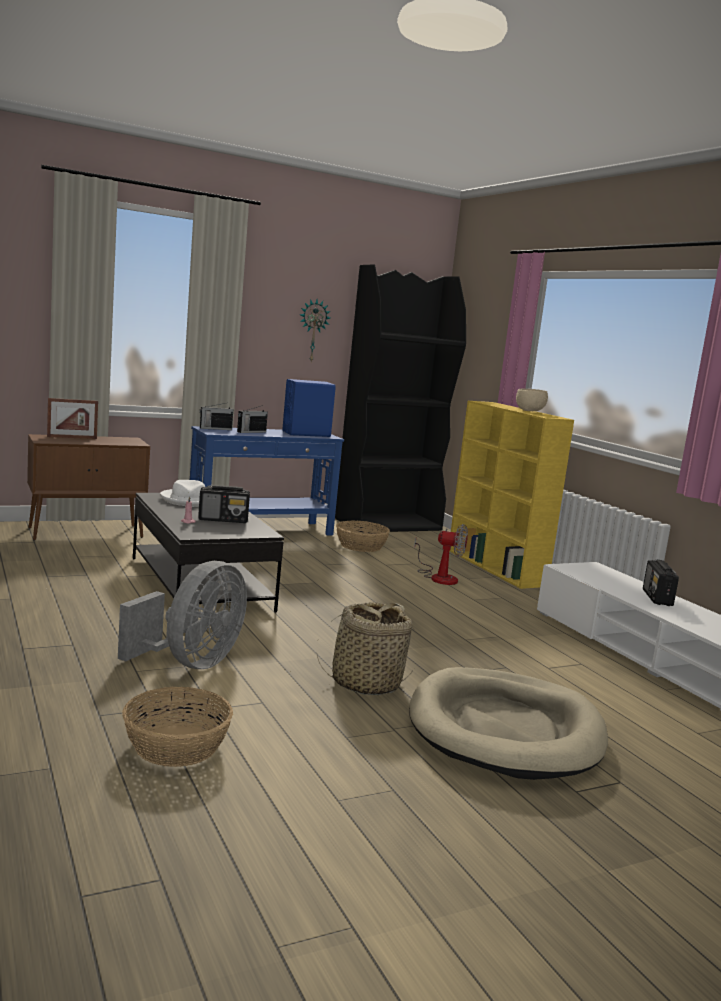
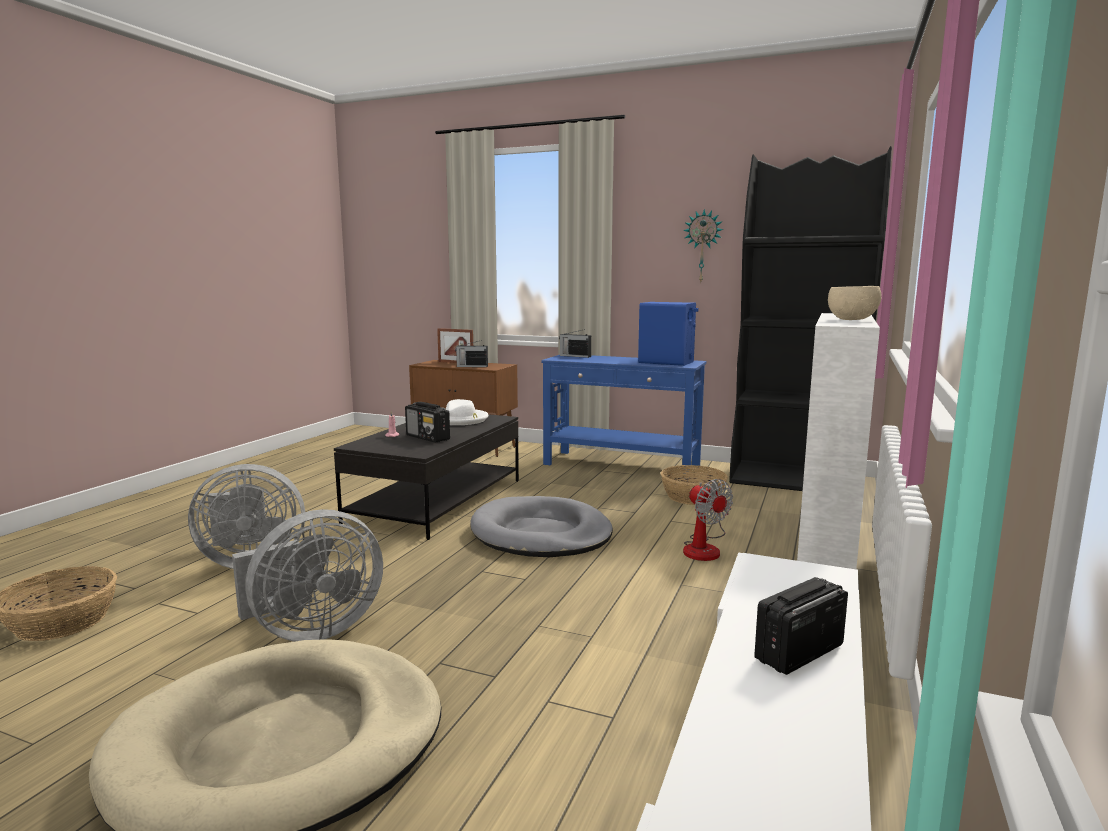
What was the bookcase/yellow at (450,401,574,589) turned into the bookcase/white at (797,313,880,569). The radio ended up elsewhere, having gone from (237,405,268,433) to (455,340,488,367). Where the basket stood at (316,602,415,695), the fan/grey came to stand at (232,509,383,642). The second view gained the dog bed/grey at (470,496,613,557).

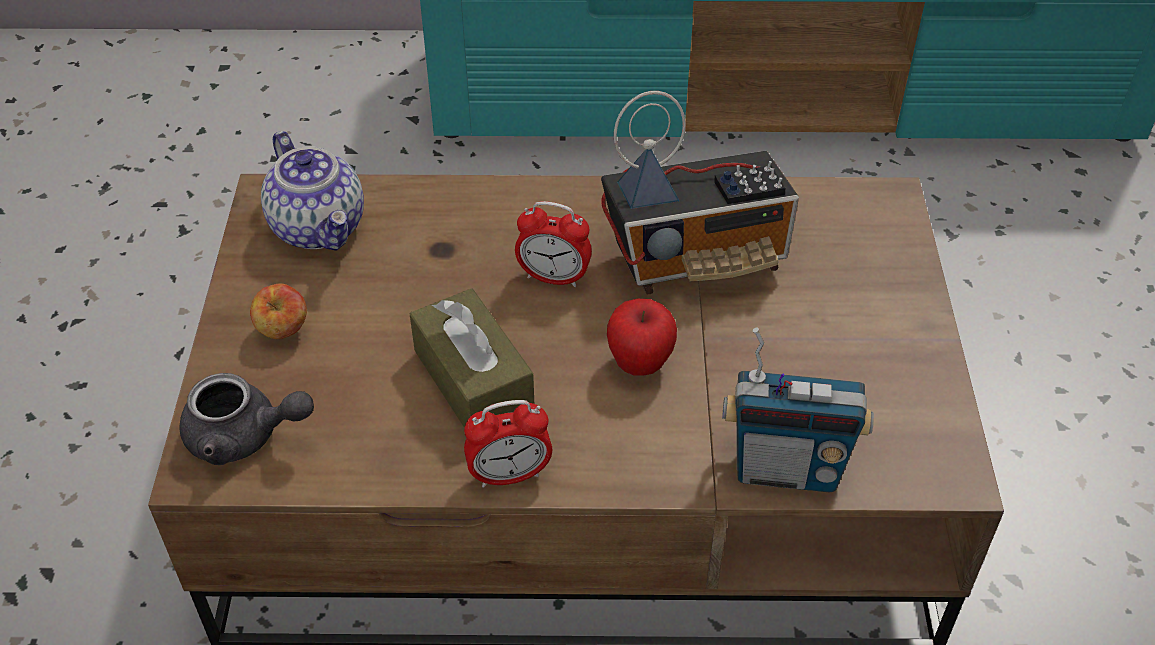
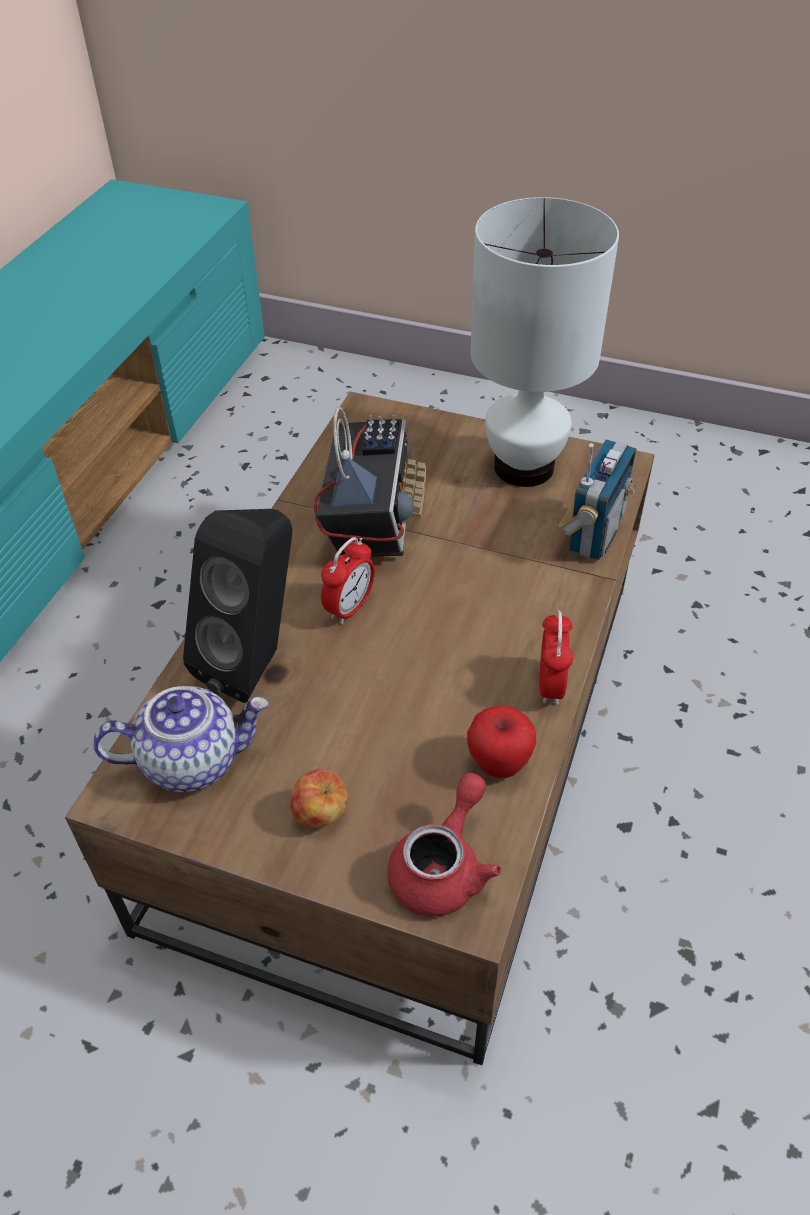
The second view lost the tissue box/brown at (410,288,534,427). The apple ended up elsewhere, having gone from (607,299,677,376) to (467,706,536,779). What was the teapot/grey at (179,373,314,465) turned into the teapot/red at (387,773,502,917). The second view gained the table lamp/white at (470,197,619,487). The second view gained the speaker/black at (183,509,292,703).

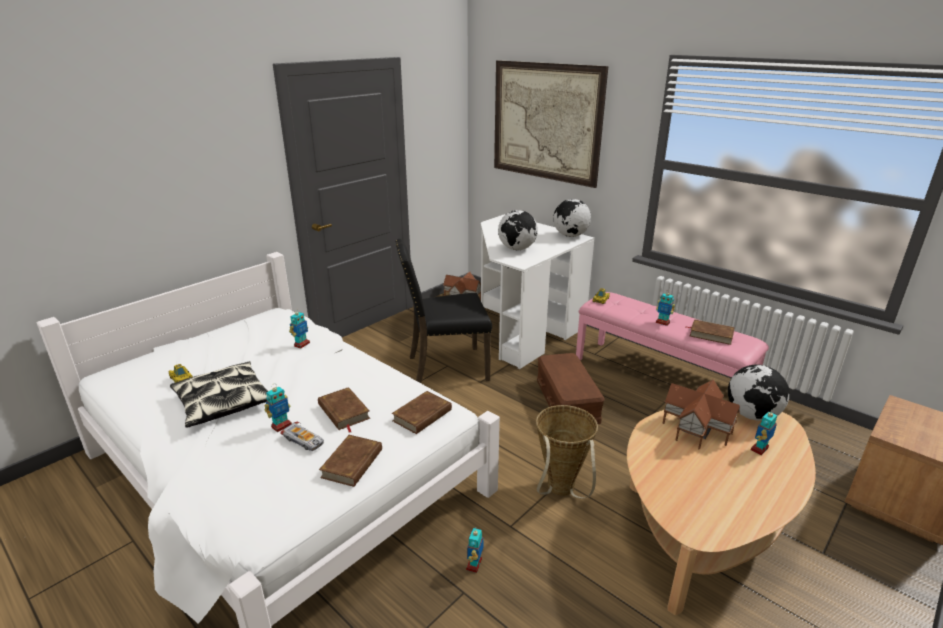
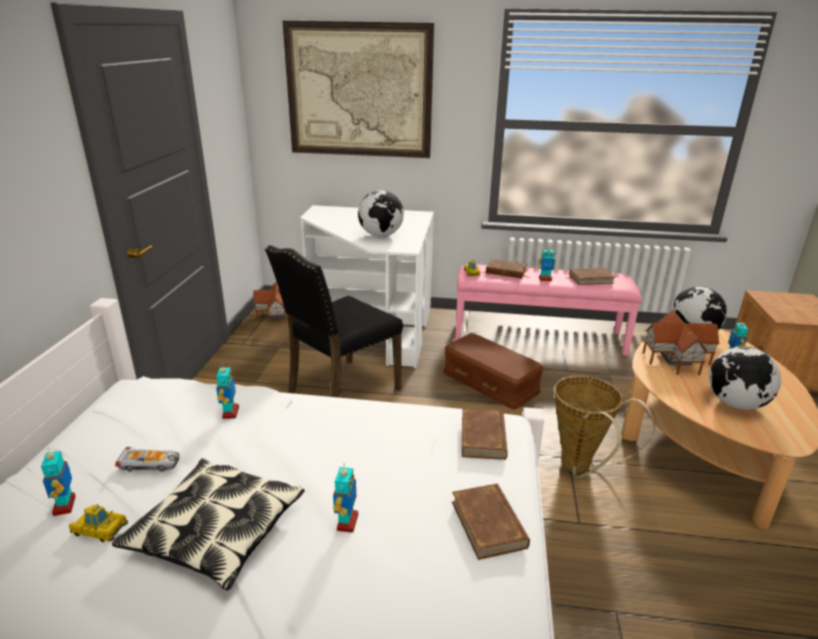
The globe ended up elsewhere, having gone from (553,199,591,237) to (709,347,781,410). The book/brown ended up elsewhere, having gone from (318,387,370,433) to (486,259,529,278). The toy car ended up elsewhere, having gone from (280,421,324,451) to (115,447,179,472). The toy robot ended up elsewhere, having gone from (466,528,484,573) to (41,448,76,516).

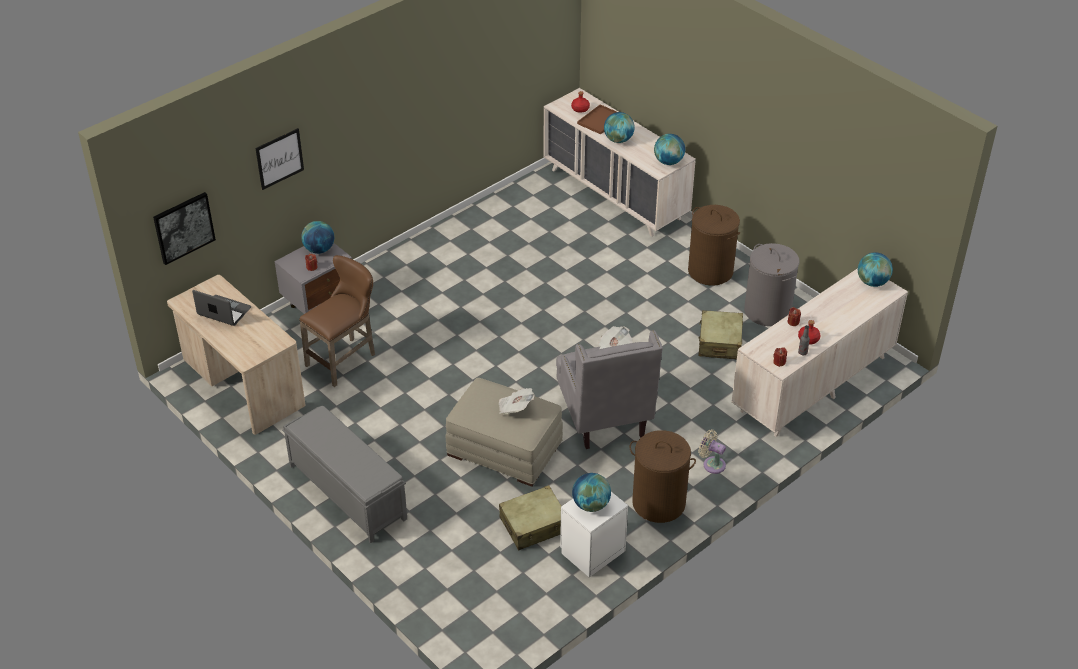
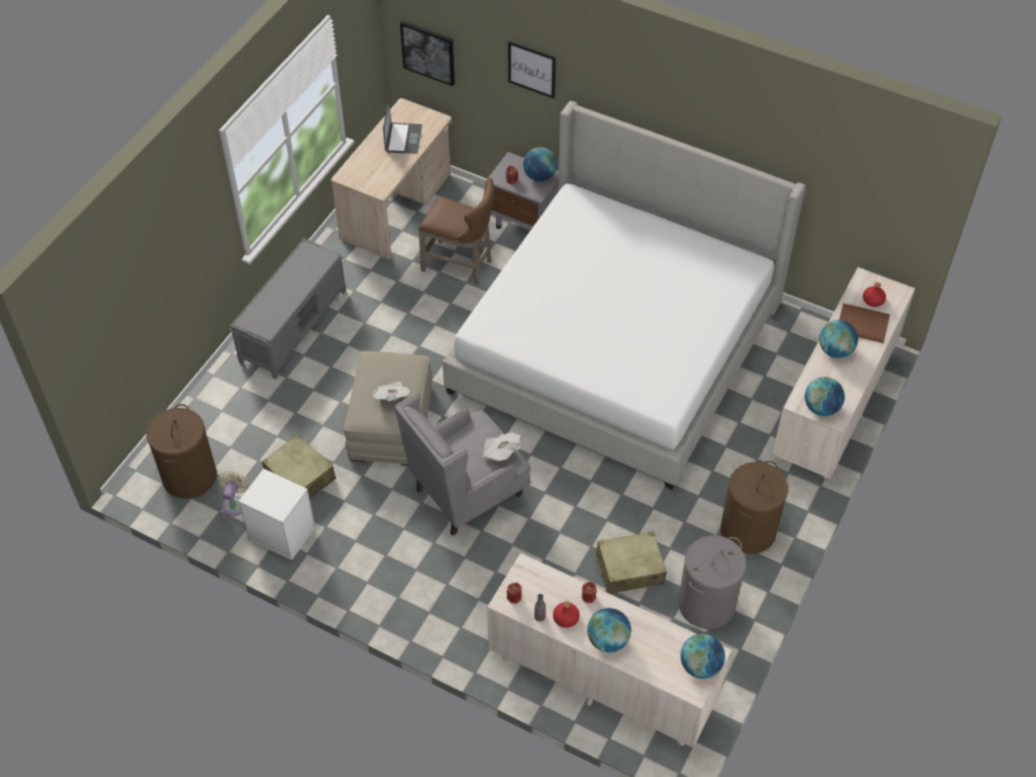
The laundry basket/brown ended up elsewhere, having gone from (629,430,696,523) to (146,404,217,499). The fan/beige ended up elsewhere, having gone from (698,430,726,474) to (218,471,249,516). The globe ended up elsewhere, having gone from (572,473,611,512) to (587,608,631,652). The second view gained the bed at (443,101,806,490).

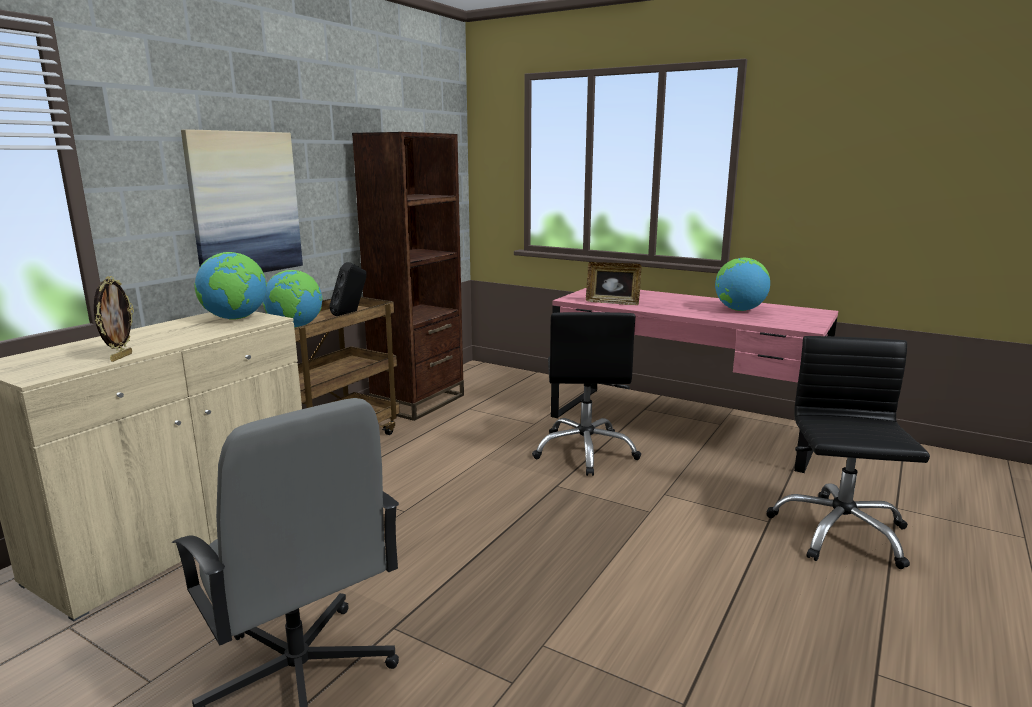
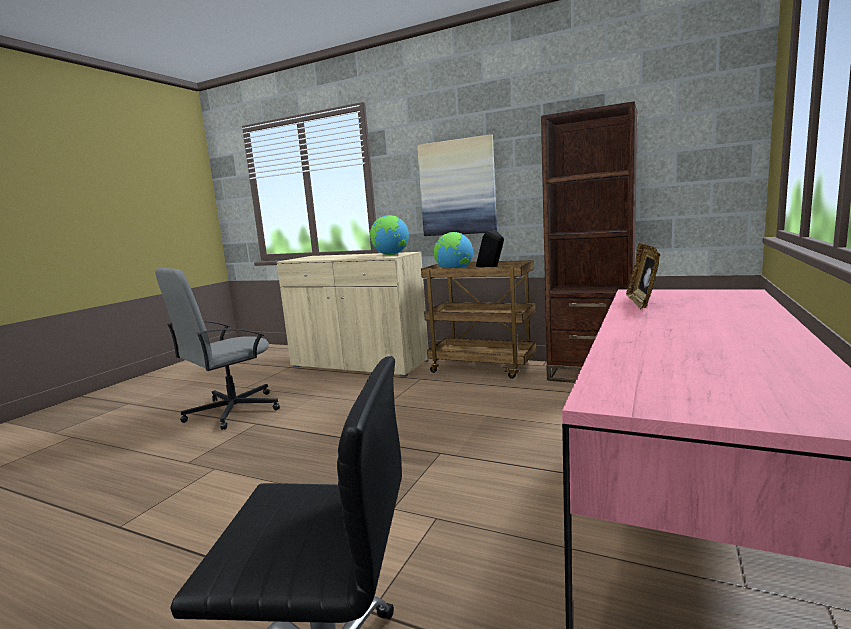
The second view lost the globe at (715,258,770,311). The second view lost the picture frame at (94,276,134,362). The second view lost the office chair/black at (532,312,641,476).

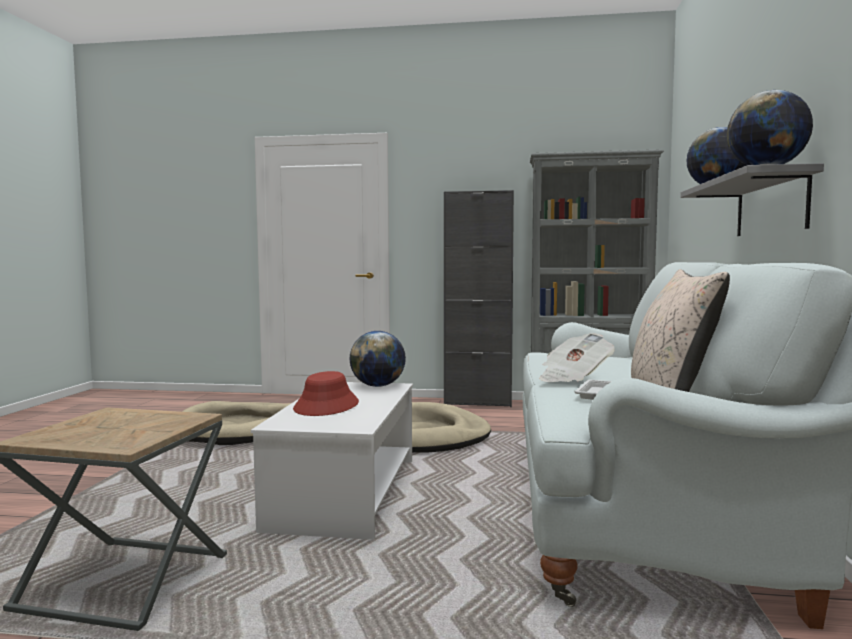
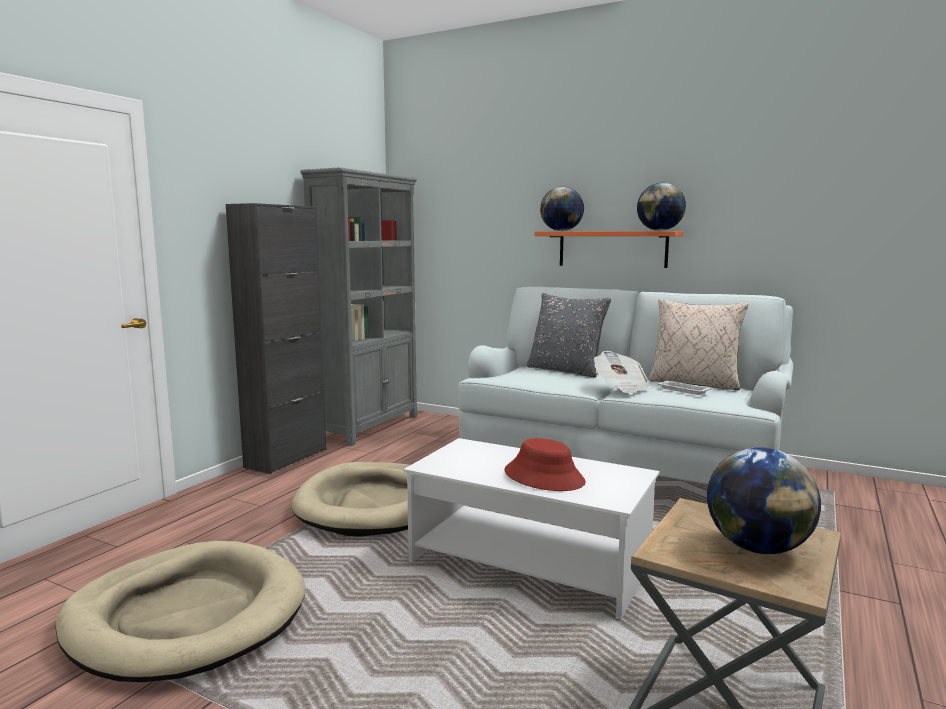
What was the shelf/grey at (680,163,824,236) turned into the shelf/orange at (534,231,683,268). The globe ended up elsewhere, having gone from (350,331,406,387) to (707,447,821,554). The second view gained the pillow/grey at (527,293,611,378).

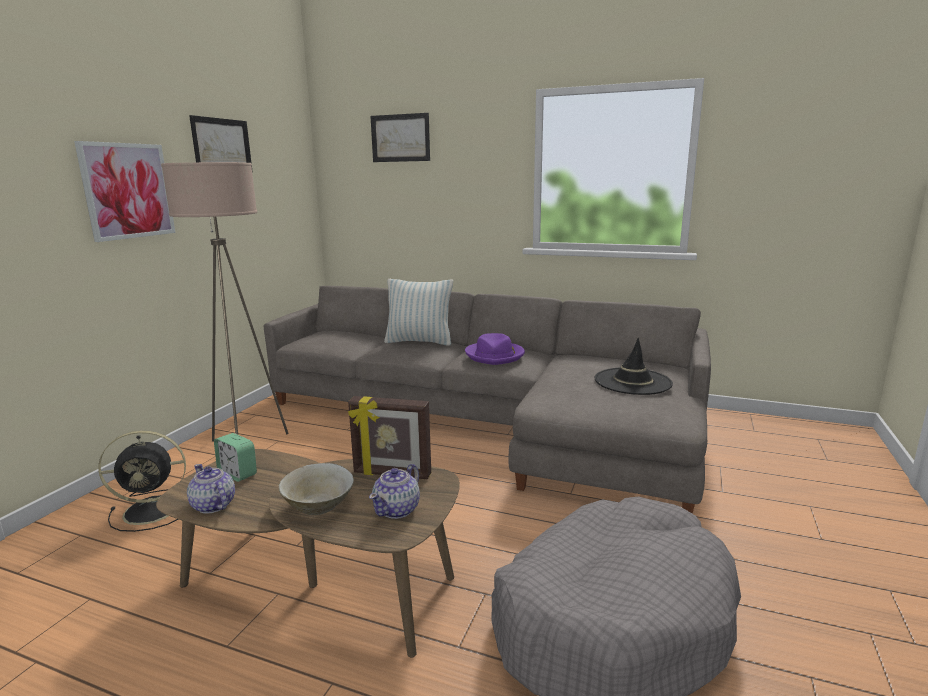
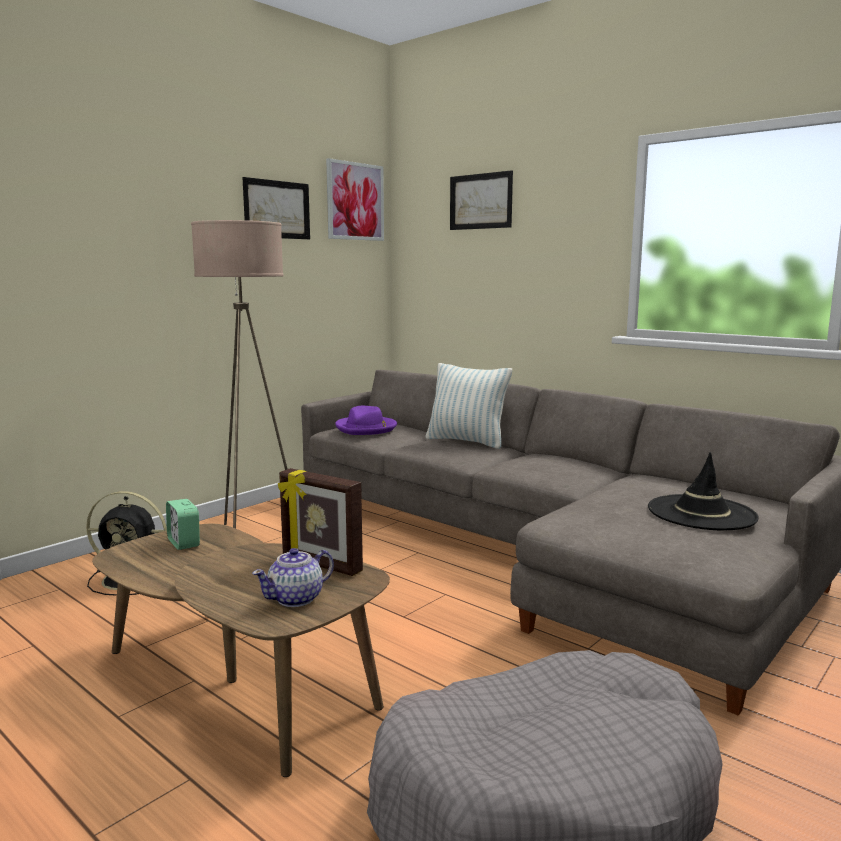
The picture ended up elsewhere, having gone from (74,141,176,242) to (326,158,384,241). The hat/purple ended up elsewhere, having gone from (465,333,525,365) to (335,406,397,435). The second view lost the bowl/beige at (279,463,354,515). The second view lost the teapot at (187,464,235,514).

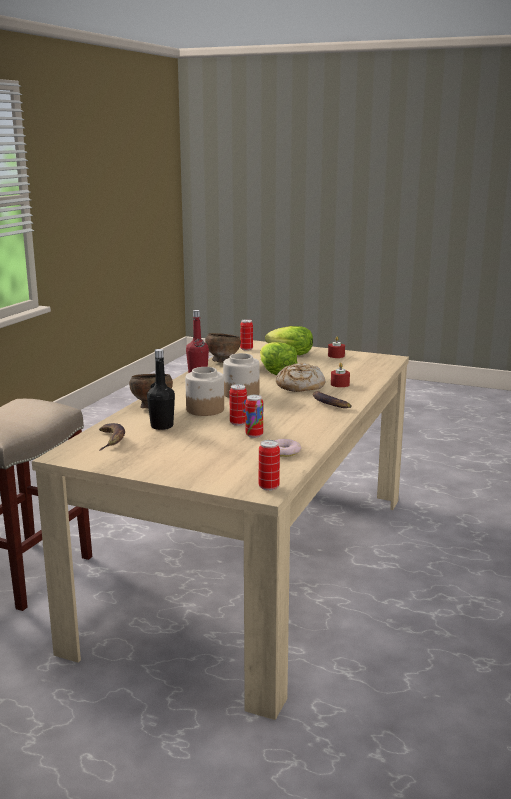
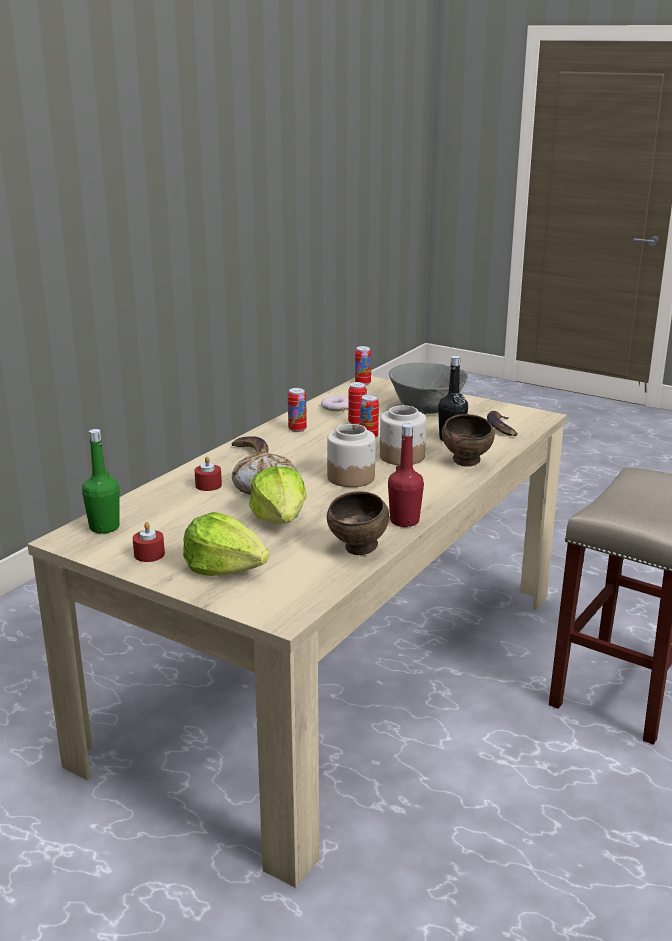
The can ended up elsewhere, having gone from (240,319,253,351) to (288,388,307,432). The second view gained the bowl/grey at (389,363,468,414). The second view gained the bottle/green at (82,429,120,534).

